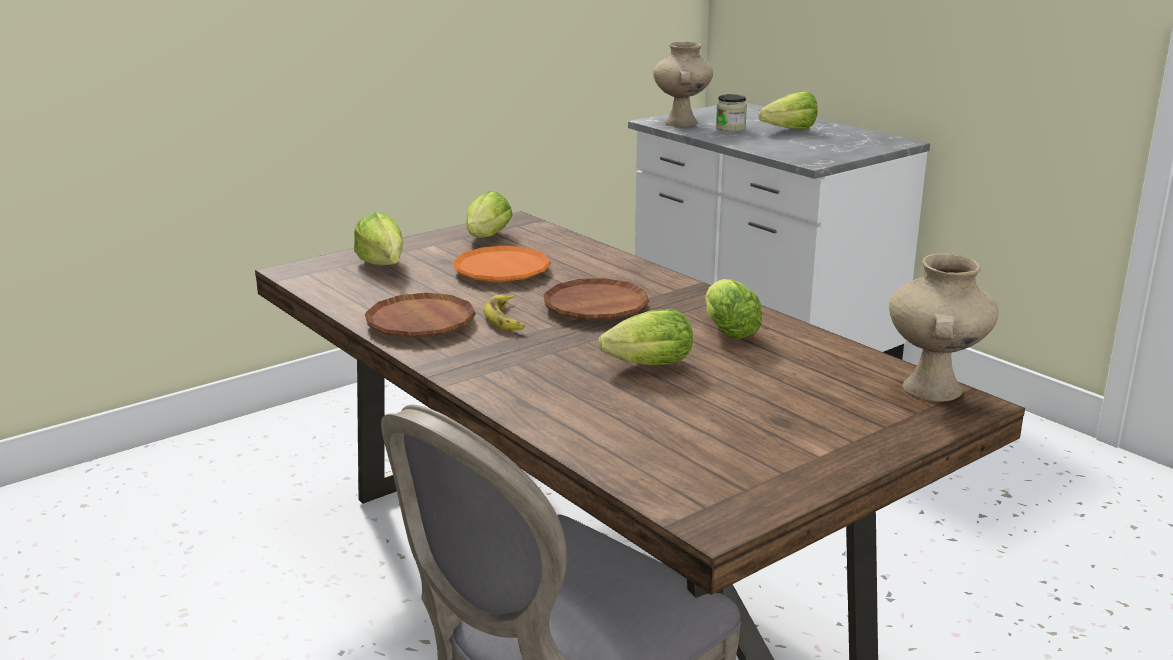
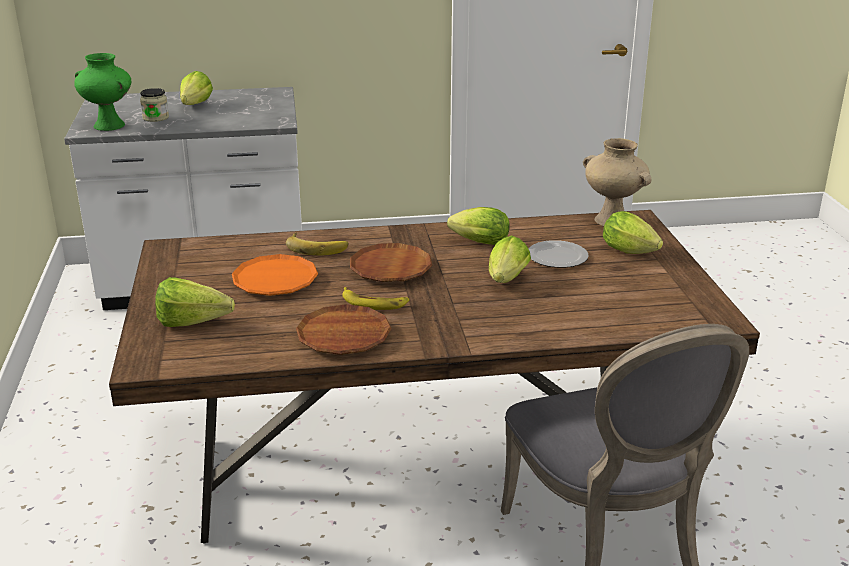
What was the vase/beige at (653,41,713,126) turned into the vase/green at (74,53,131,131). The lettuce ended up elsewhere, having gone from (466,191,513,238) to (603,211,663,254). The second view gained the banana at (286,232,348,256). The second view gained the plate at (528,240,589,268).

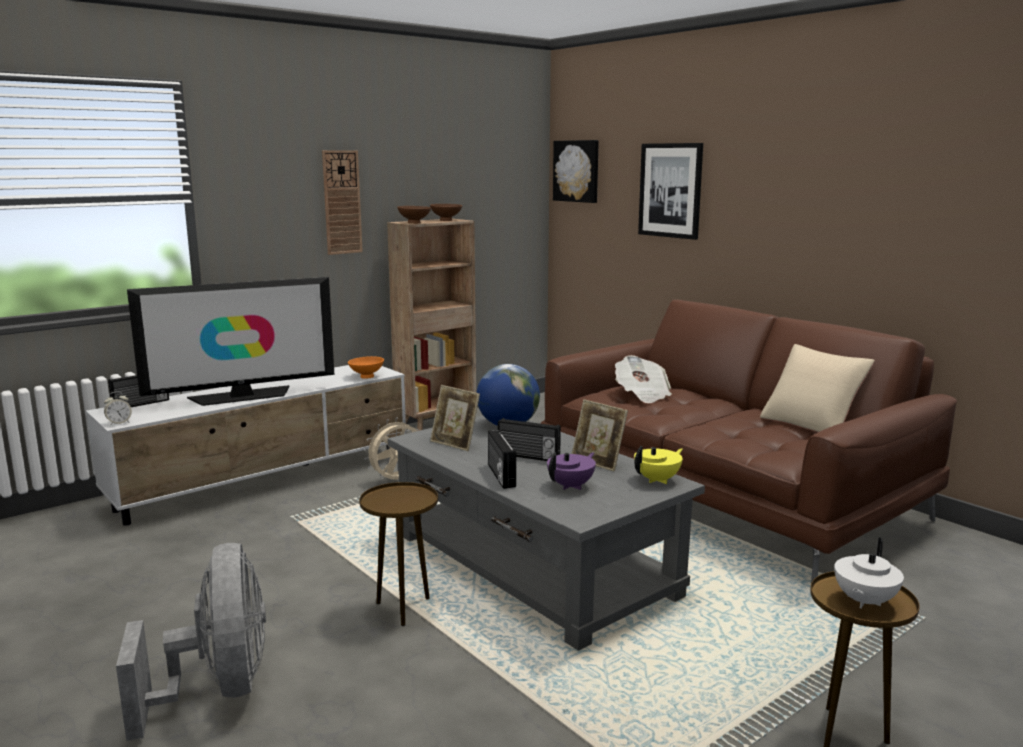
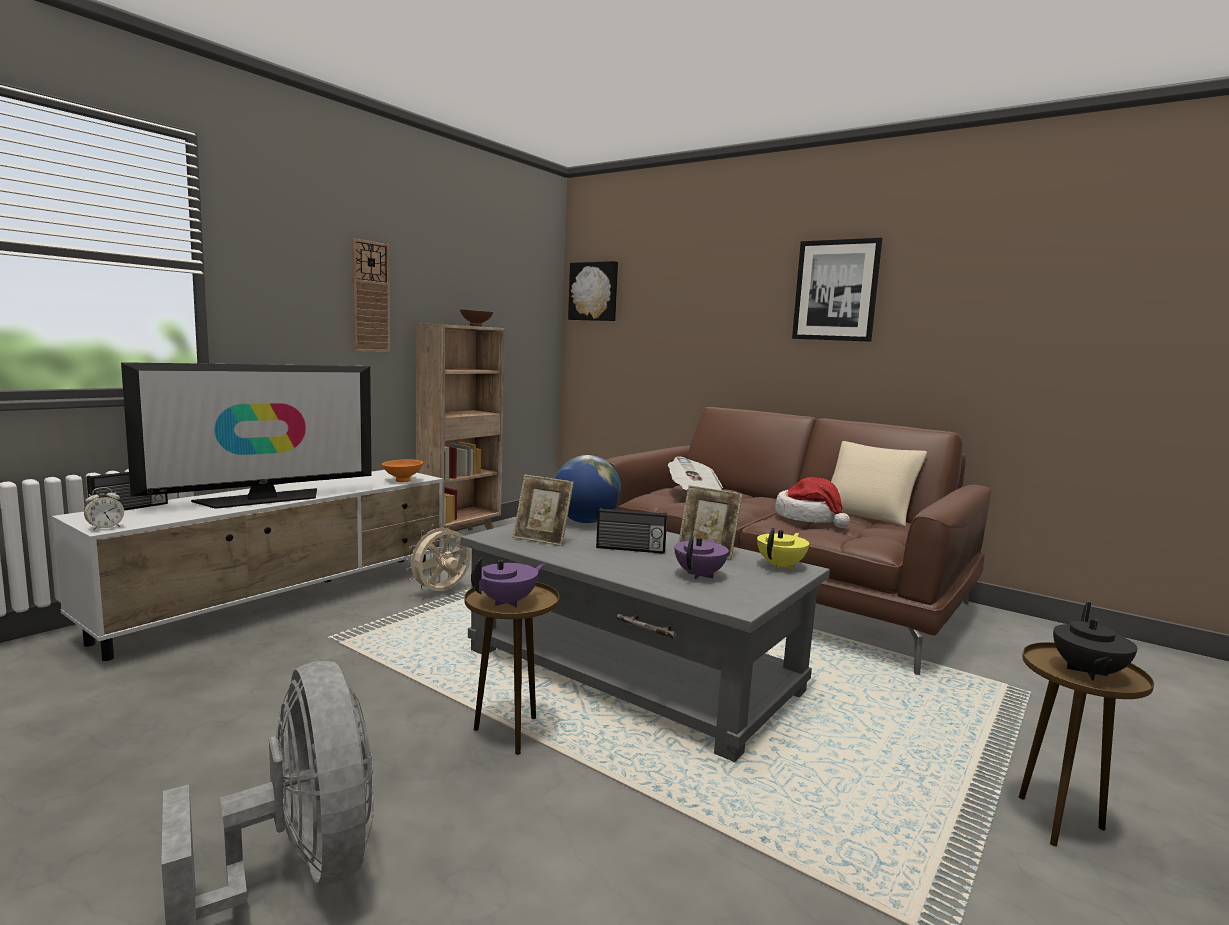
The picture ended up elsewhere, having gone from (638,143,703,240) to (792,238,882,342). The second view lost the bowl/brown at (397,206,431,224). The second view lost the radio at (488,430,516,489). What was the teapot/white at (834,537,904,609) turned into the teapot/black at (1053,602,1138,680). The second view gained the hat at (775,477,850,528). The second view gained the teapot/purple at (471,557,545,607).

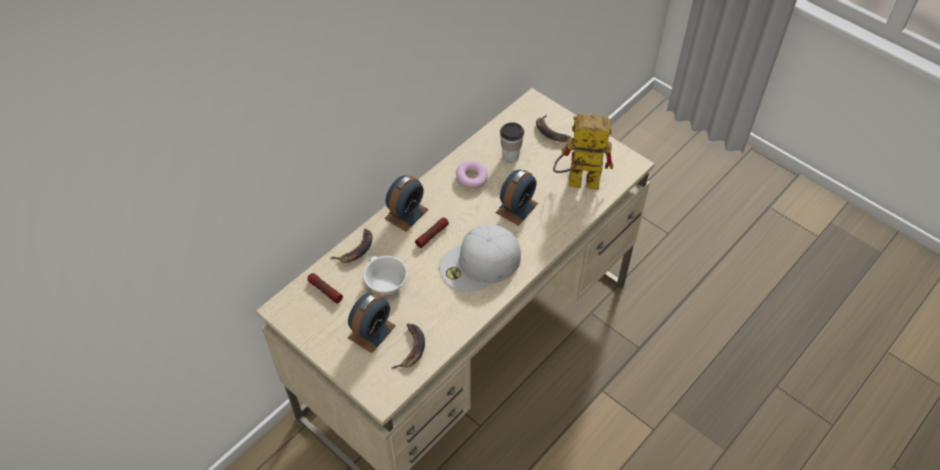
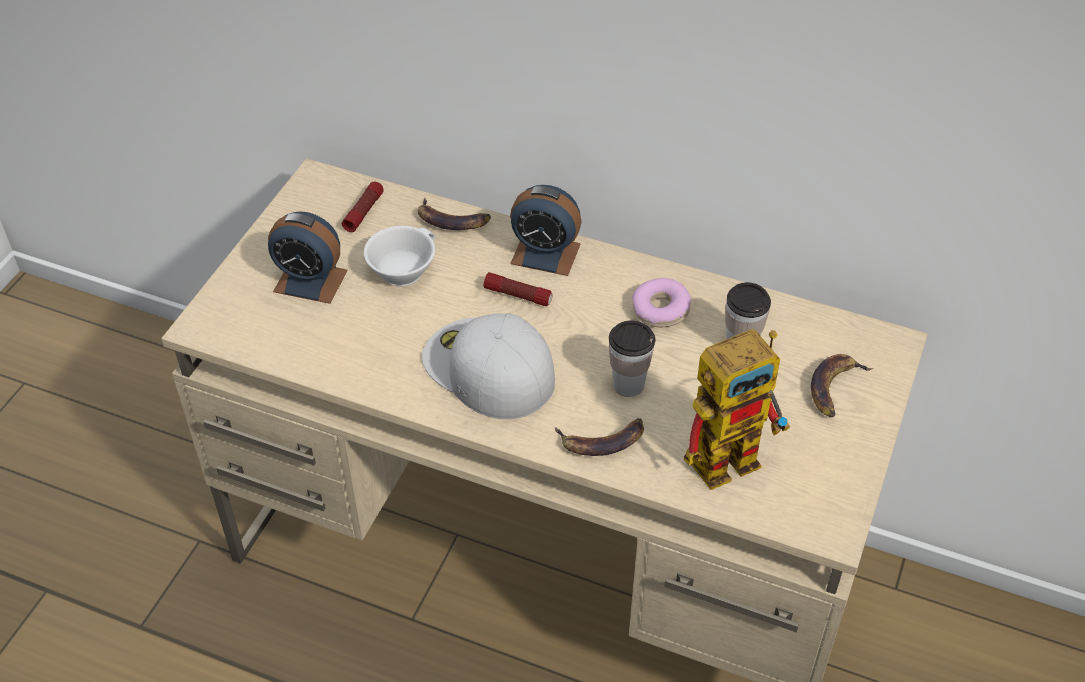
The toy robot at (553,114,613,190) ended up facing another way, 75 degrees clockwise from before. Where the alarm clock stood at (495,170,538,226), the cup came to stand at (609,321,655,397). The banana ended up elsewhere, having gone from (392,323,425,369) to (554,418,644,456).

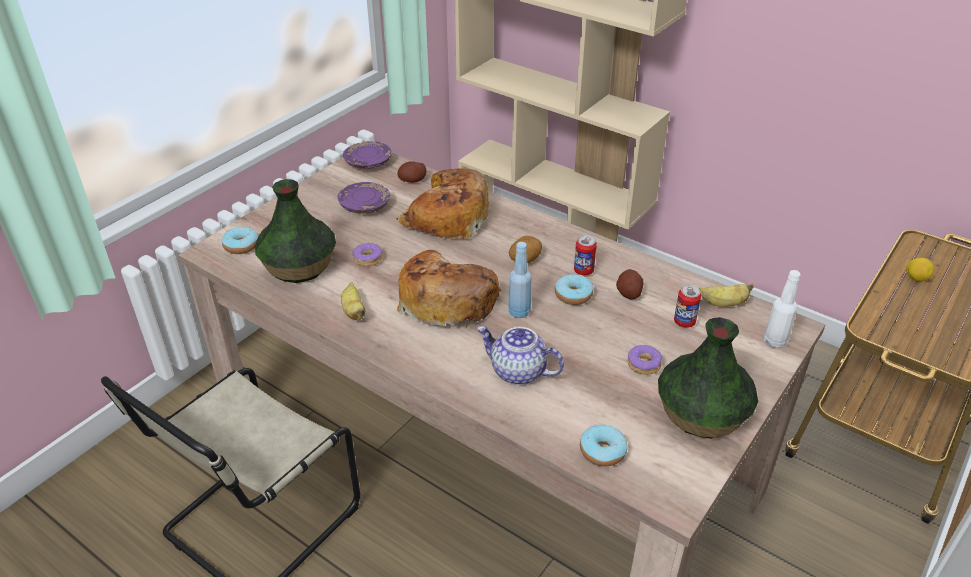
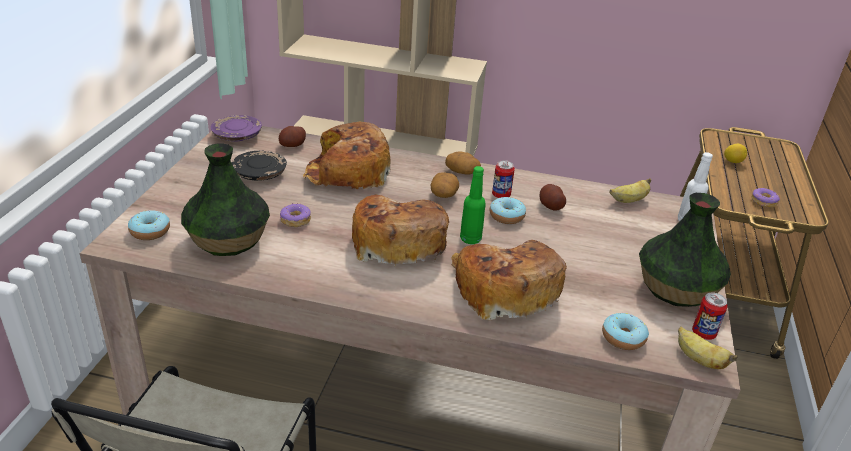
What was the plate/purple at (337,182,390,213) turned into the plate/black at (232,150,287,181). What was the bottle/blue at (508,242,532,318) turned into the bottle/green at (460,166,486,244). The banana ended up elsewhere, having gone from (341,282,366,320) to (678,327,738,369). The can ended up elsewhere, having gone from (674,285,701,328) to (692,292,728,340). Where the teapot stood at (477,326,564,385), the bread came to stand at (451,240,567,320). The donut ended up elsewhere, having gone from (628,345,662,375) to (752,188,780,208). The second view gained the potato at (445,151,481,175).

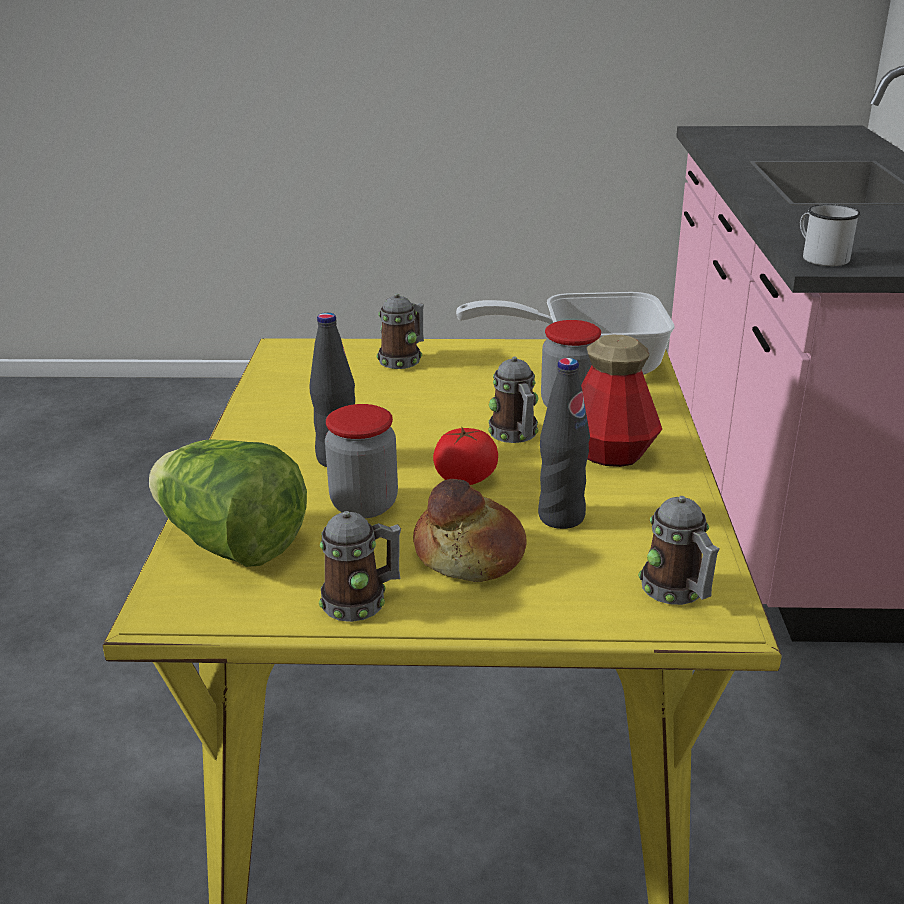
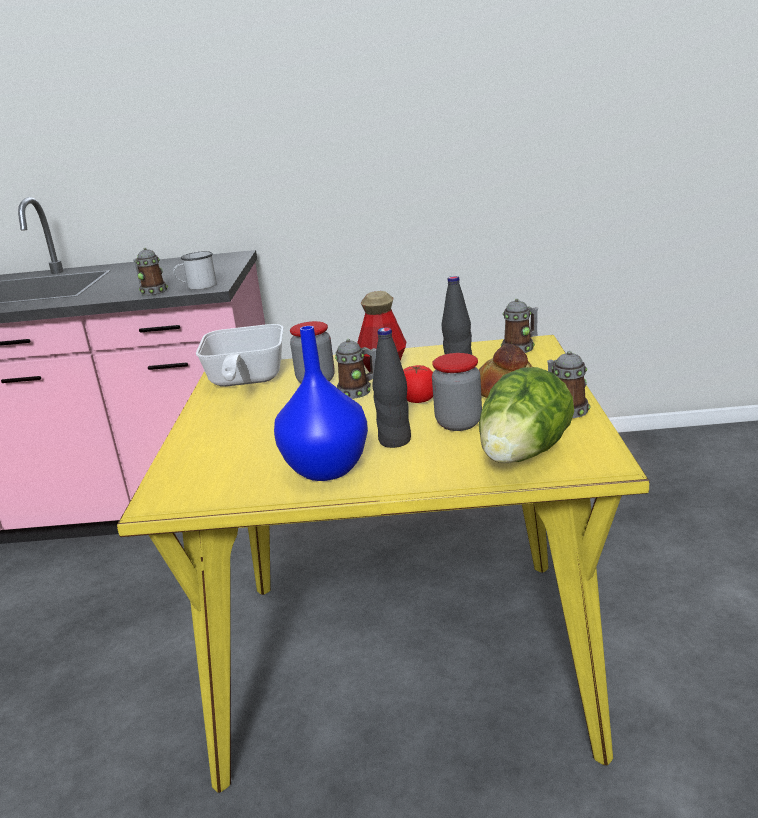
The mug ended up elsewhere, having gone from (376,293,424,369) to (133,248,168,295). The second view gained the vase/blue at (274,326,368,481).

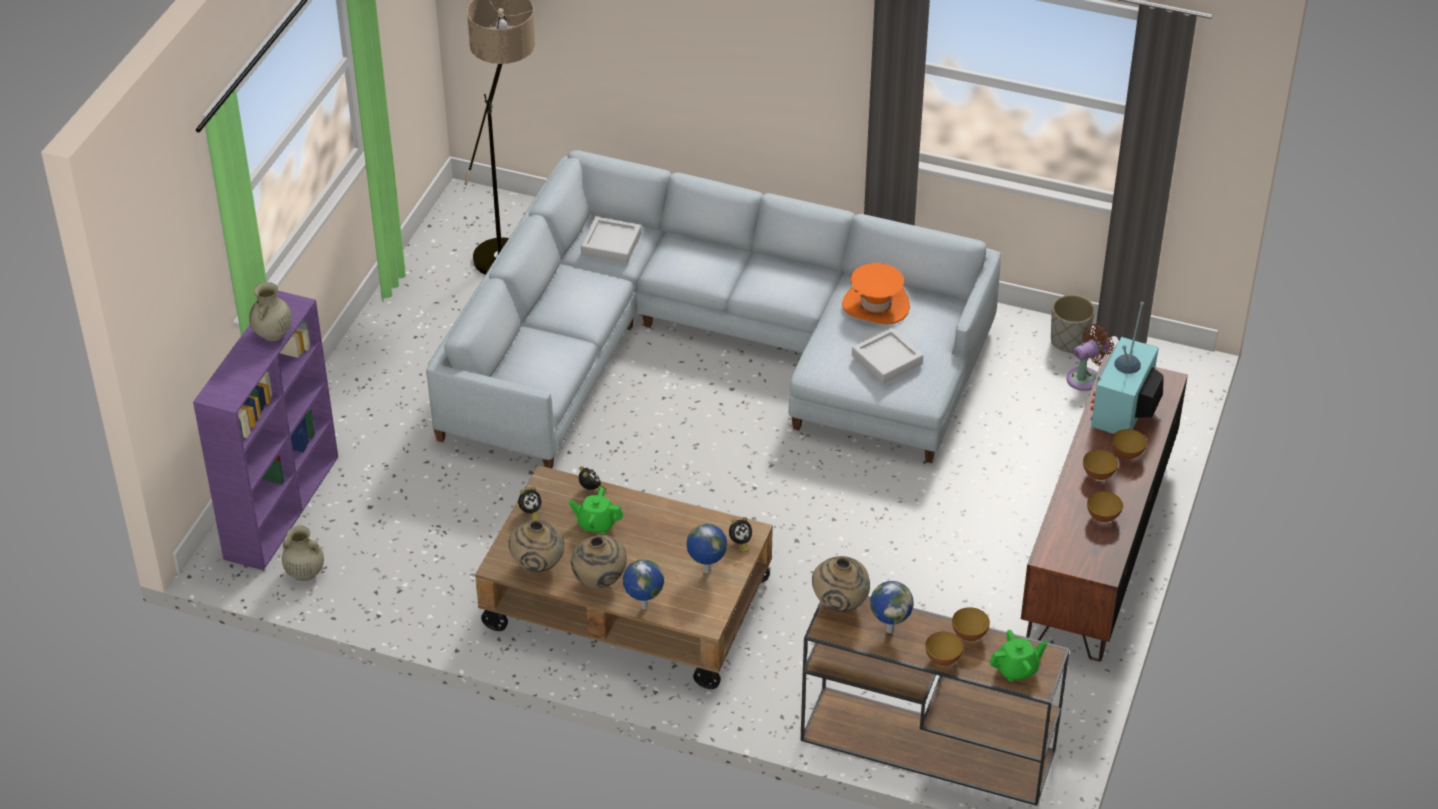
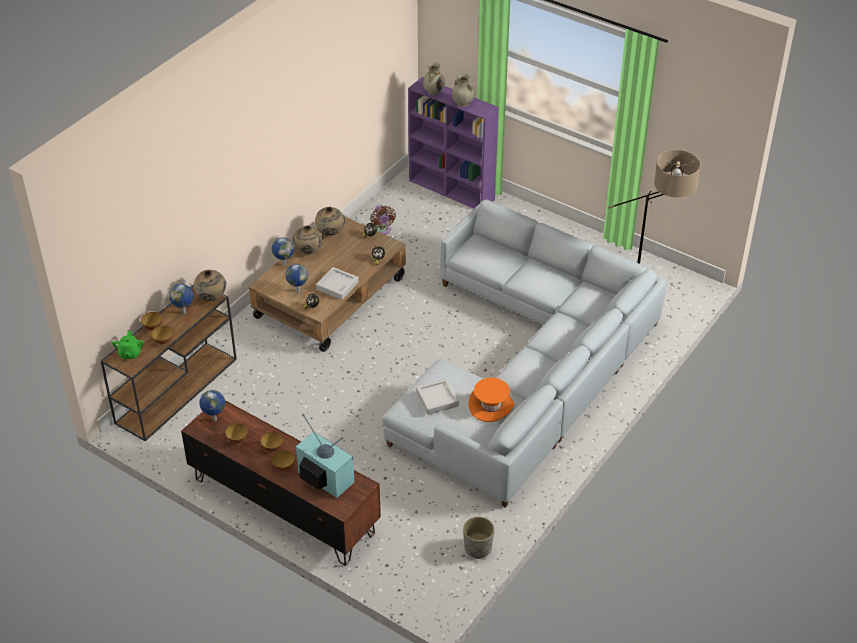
The tray/grey ended up elsewhere, having gone from (581,217,642,263) to (316,267,359,300). The fan/brown ended up elsewhere, having gone from (1066,324,1114,391) to (370,205,396,235). The second view lost the teapot/green at (569,487,623,534). The vase/beige ended up elsewhere, having gone from (282,526,324,581) to (423,62,445,95). The second view gained the globe at (199,390,225,421).

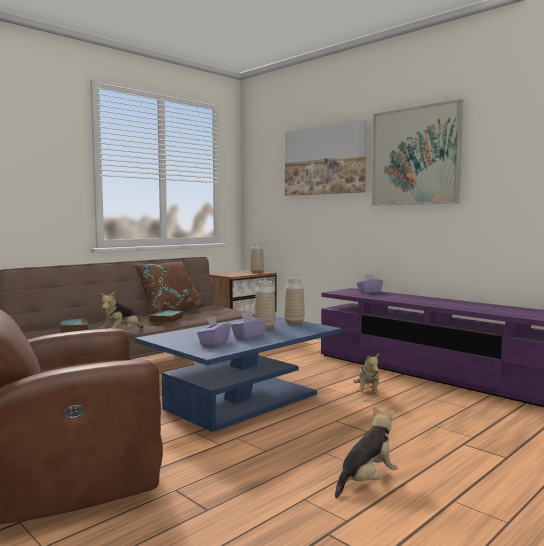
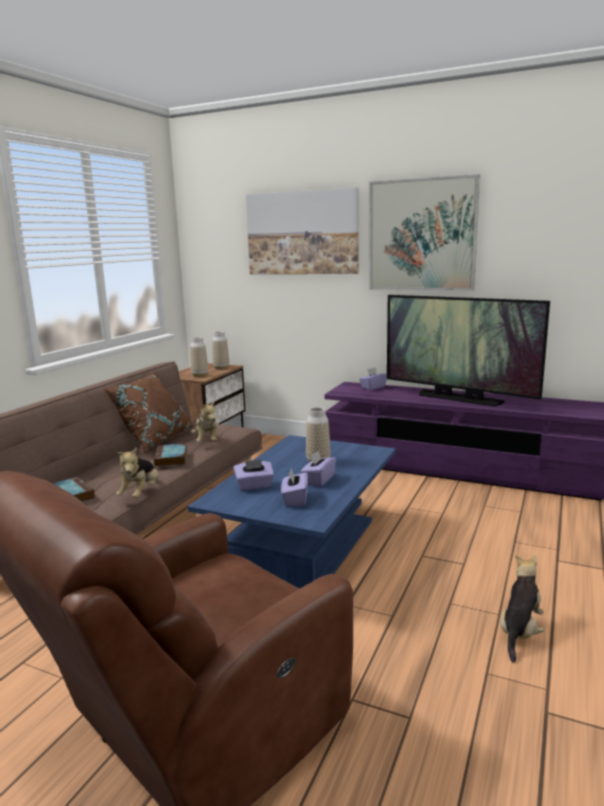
The vase ended up elsewhere, having gone from (284,278,305,324) to (190,337,208,377). The plush toy ended up elsewhere, having gone from (353,353,379,394) to (191,400,218,442). The second view gained the television at (387,295,550,406). The second view gained the tissue box/purple at (233,460,274,491).

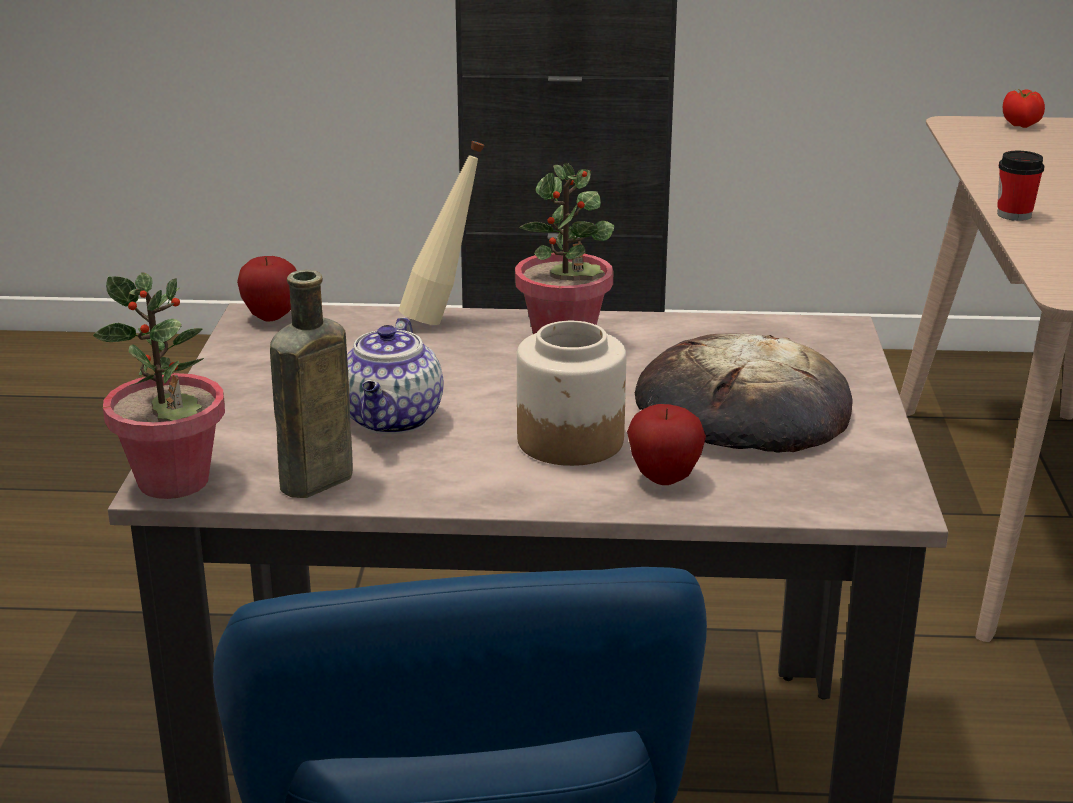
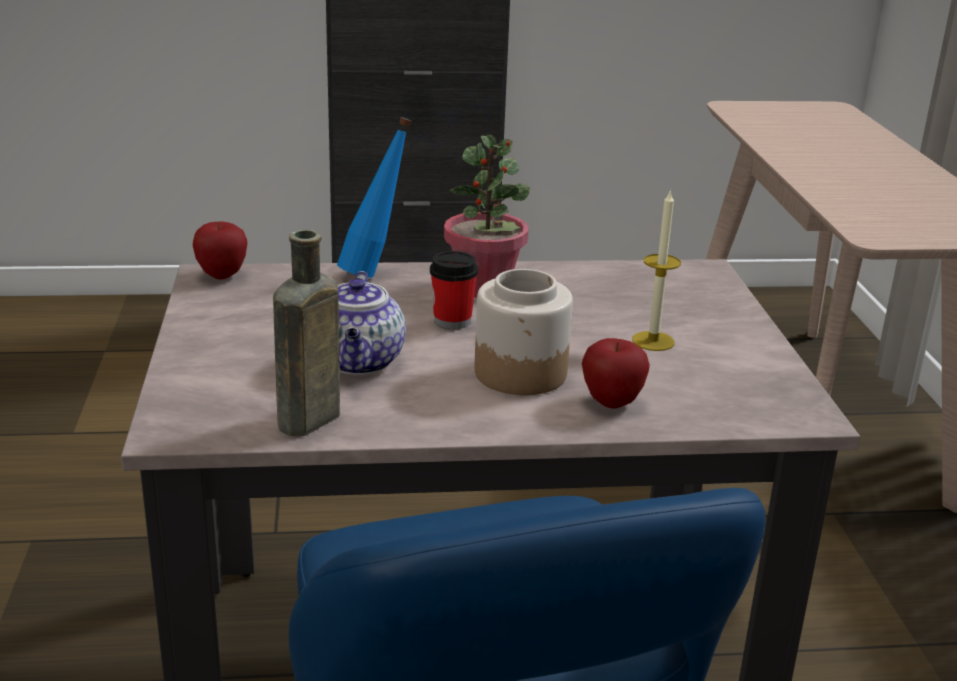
The second view lost the tomato at (1003,89,1045,128). What was the bottle/beige at (399,141,485,325) turned into the bottle/blue at (337,117,412,278). The cup ended up elsewhere, having gone from (997,151,1045,221) to (430,251,478,329). The second view lost the potted plant at (93,272,225,499). Where the bread stood at (635,333,852,453), the candle came to stand at (632,189,681,351).

